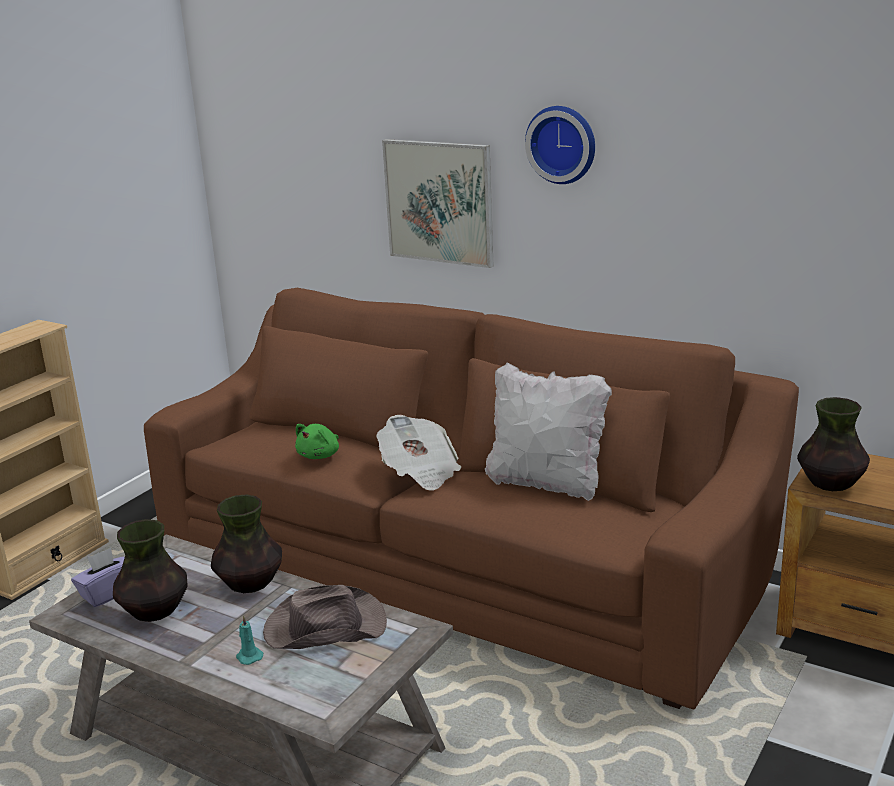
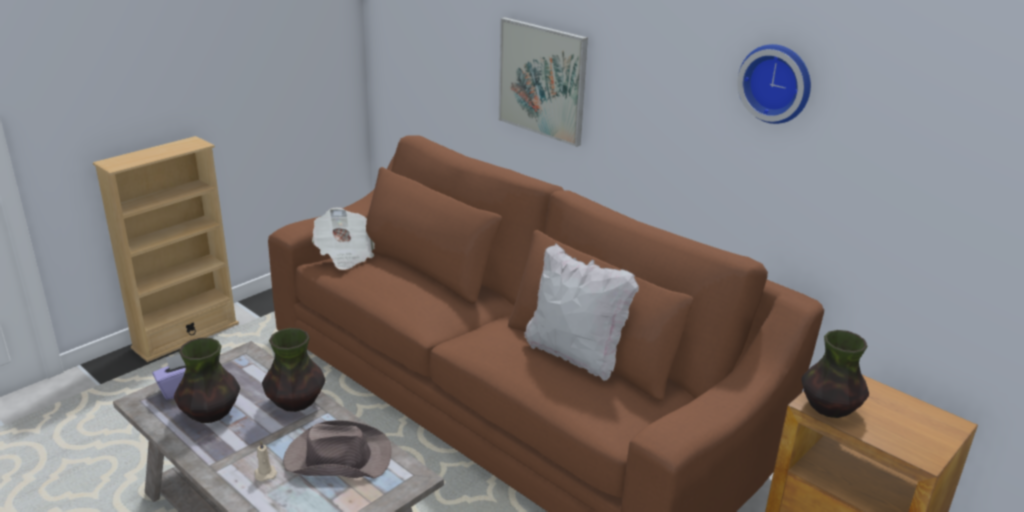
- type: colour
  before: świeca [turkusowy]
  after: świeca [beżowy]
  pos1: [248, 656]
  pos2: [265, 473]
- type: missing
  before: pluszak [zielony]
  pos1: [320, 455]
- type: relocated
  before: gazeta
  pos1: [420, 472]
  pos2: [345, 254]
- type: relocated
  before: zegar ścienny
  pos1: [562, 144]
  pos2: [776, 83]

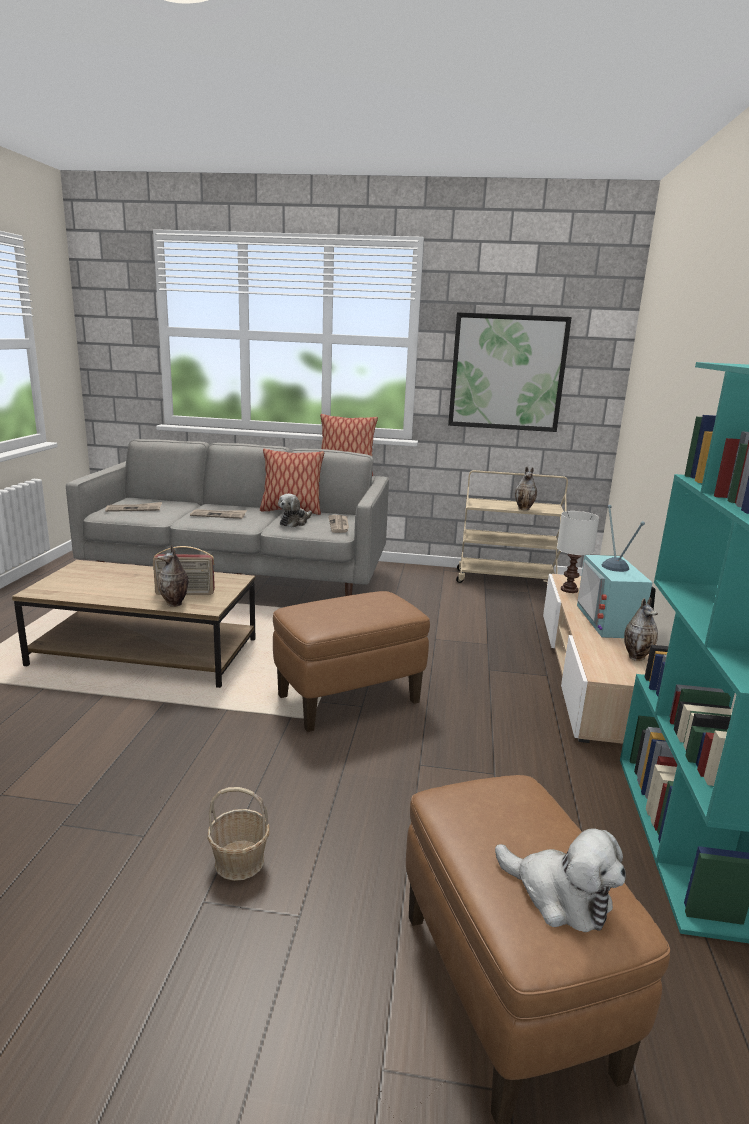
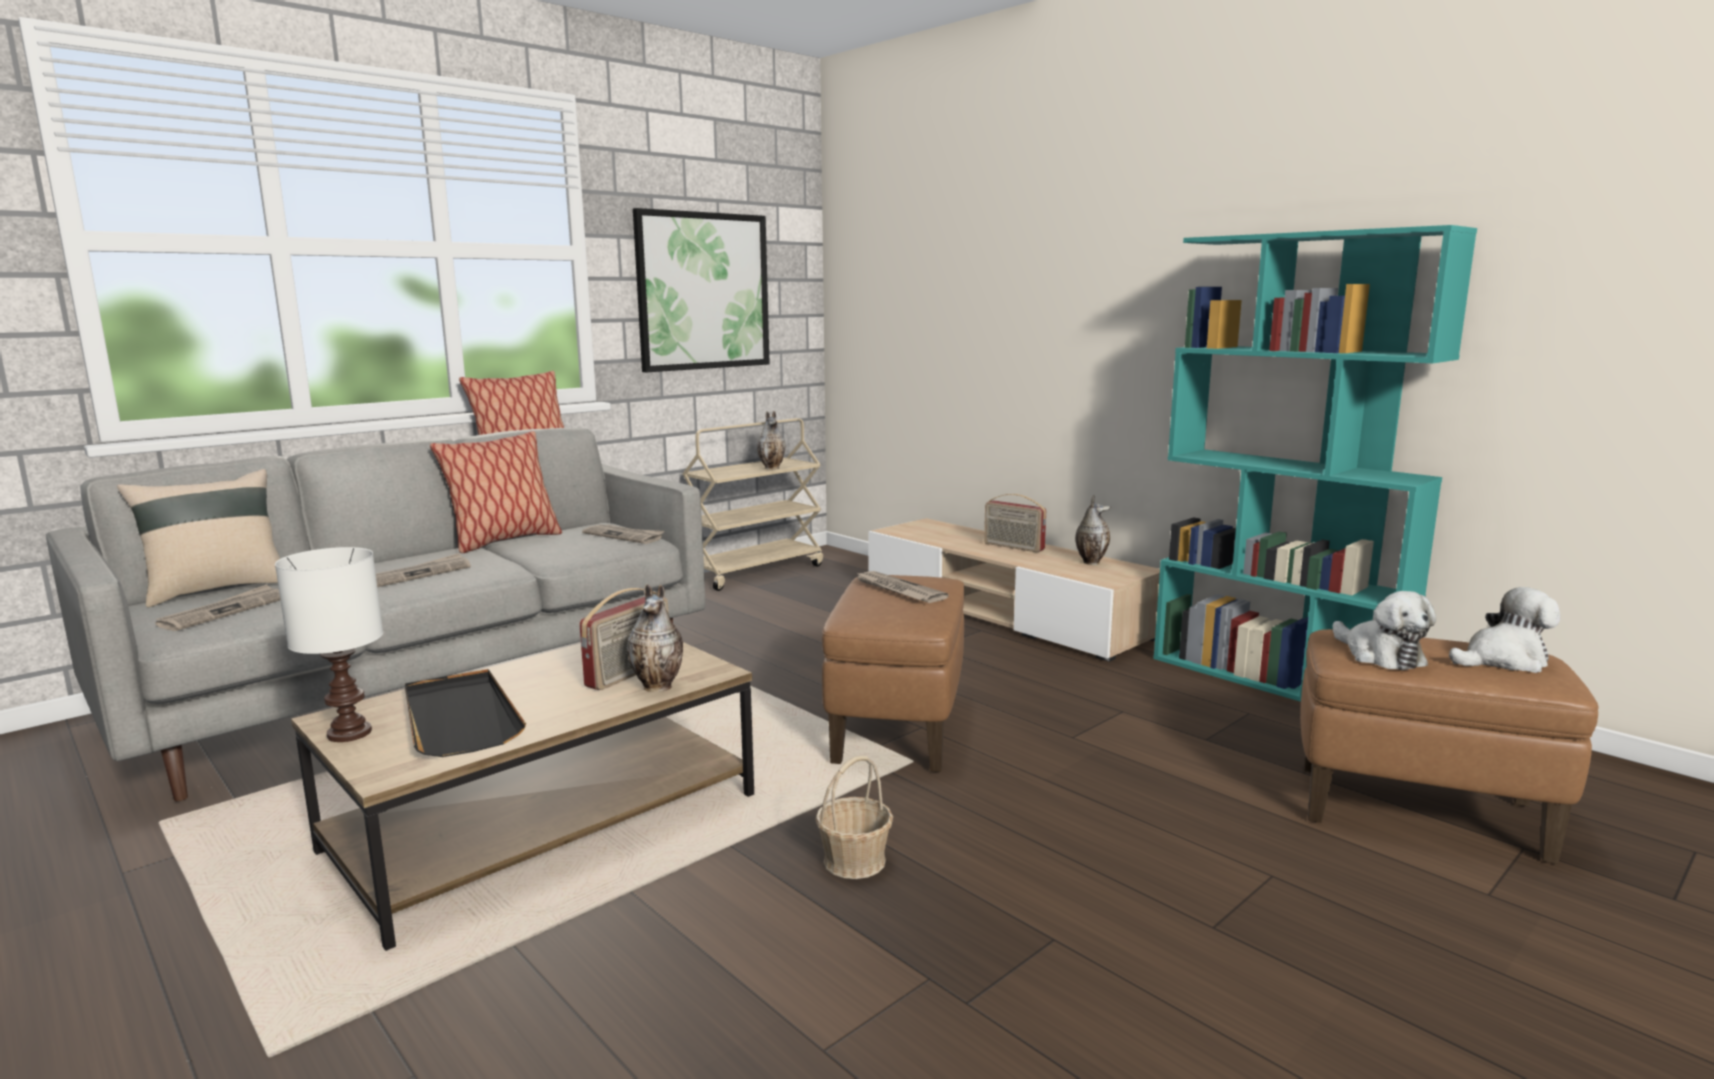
- type: relocated
  before: koszyk
  pos1: [240, 861]
  pos2: [855, 861]
- type: relocated
  before: pluszak
  pos1: [294, 522]
  pos2: [1380, 655]
- type: relocated
  before: lampa stołowa [biały]
  pos1: [569, 589]
  pos2: [348, 733]
- type: exchanged
  before: telewizor
  after: radio
  pos1: [612, 622]
  pos2: [1013, 547]
- type: appeared
  after: poduszka [beżowy]
  pos2: [216, 590]
- type: appeared
  after: taca [czarny]
  pos2: [460, 717]
- type: appeared
  after: gazeta
  pos2: [898, 590]

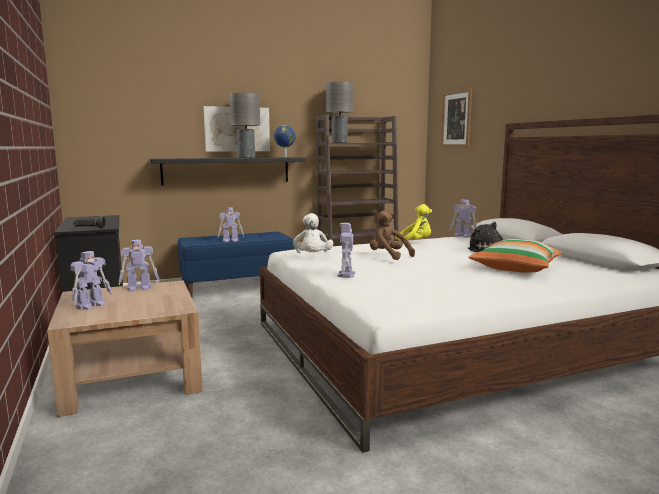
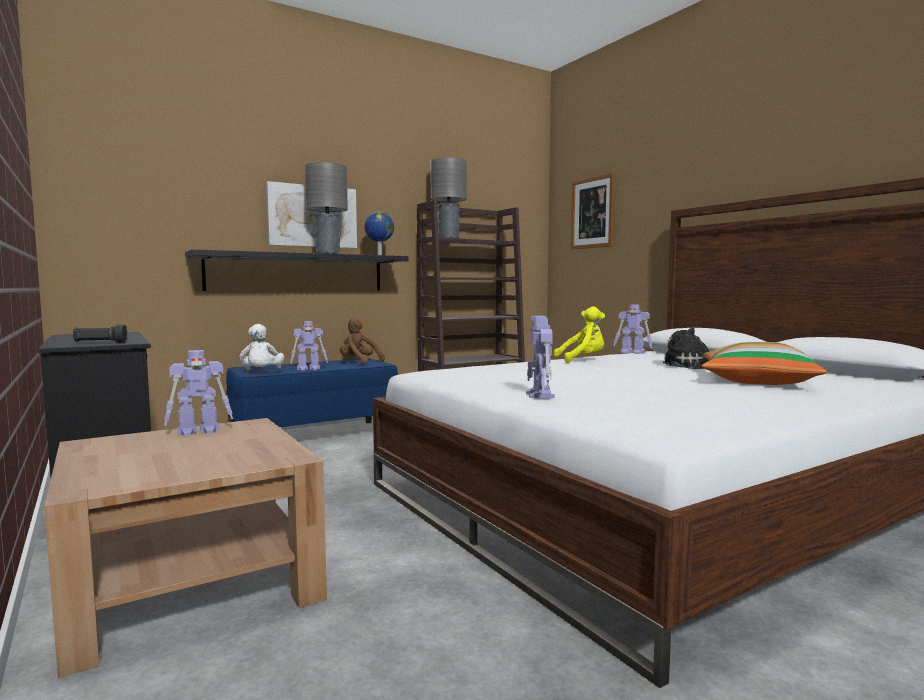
- type: missing
  before: robot zabawkowy
  pos1: [92, 305]
- type: relocated
  before: pluszak [biały]
  pos1: [312, 256]
  pos2: [262, 373]
- type: relocated
  before: pluszak [brązowy]
  pos1: [388, 256]
  pos2: [359, 362]

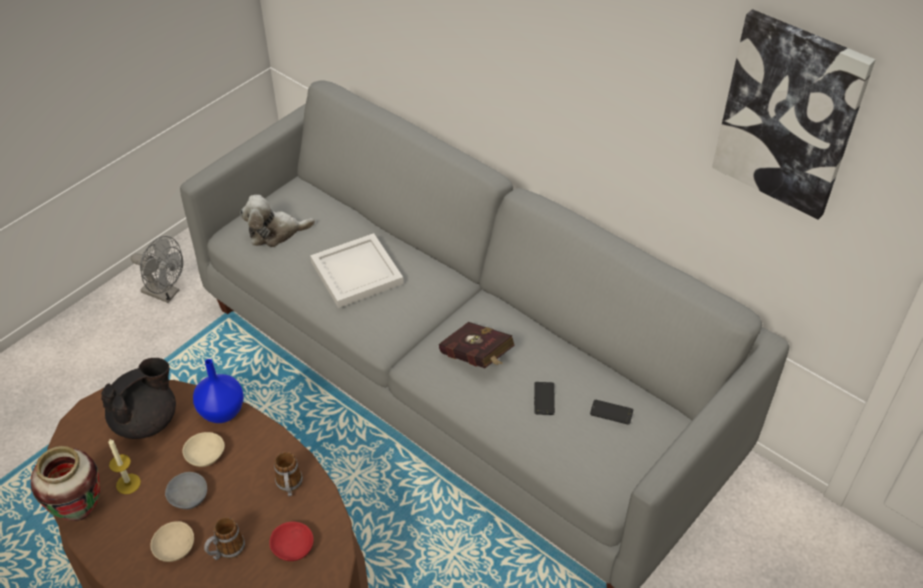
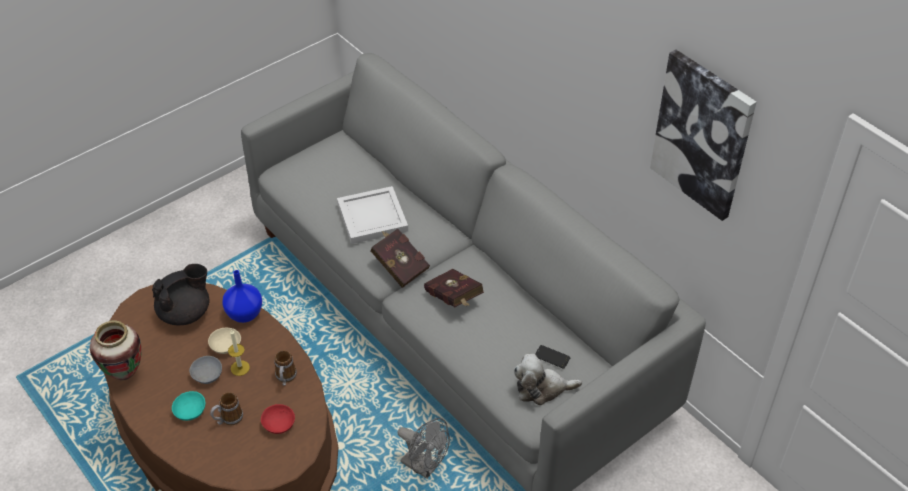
- type: relocated
  before: świeca
  pos1: [128, 484]
  pos2: [240, 368]
- type: relocated
  before: wentylator [szary]
  pos1: [165, 293]
  pos2: [424, 467]
- type: colour
  before: miska [beżowy]
  after: miska [turkusowy]
  pos1: [174, 547]
  pos2: [189, 410]
- type: relocated
  before: pluszak
  pos1: [275, 232]
  pos2: [542, 388]
- type: missing
  before: telefon
  pos1: [544, 398]
- type: appeared
  after: książka [czerwony]
  pos2: [399, 266]

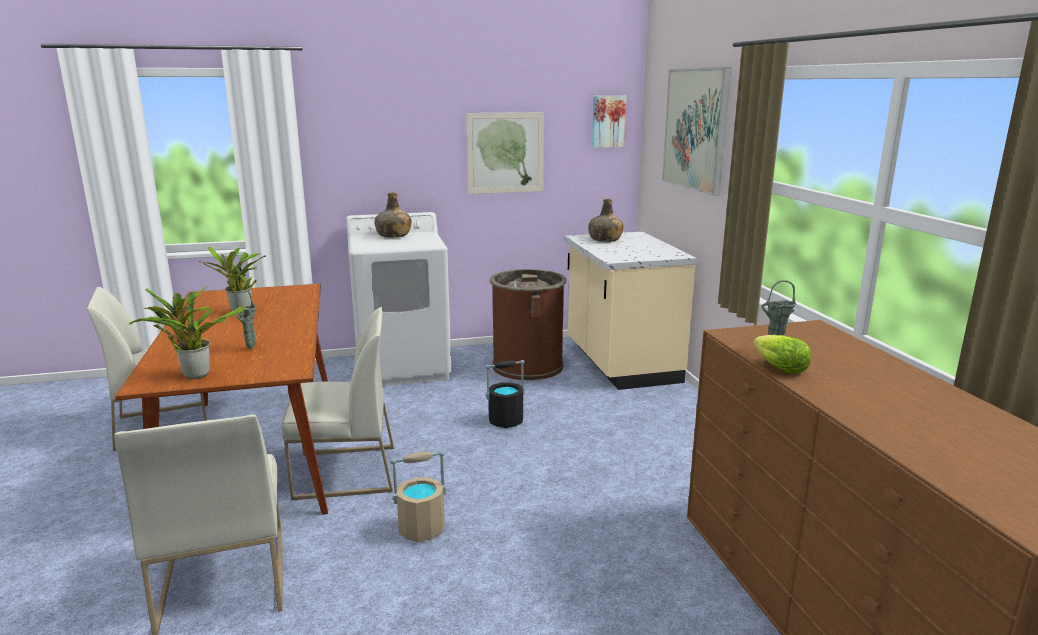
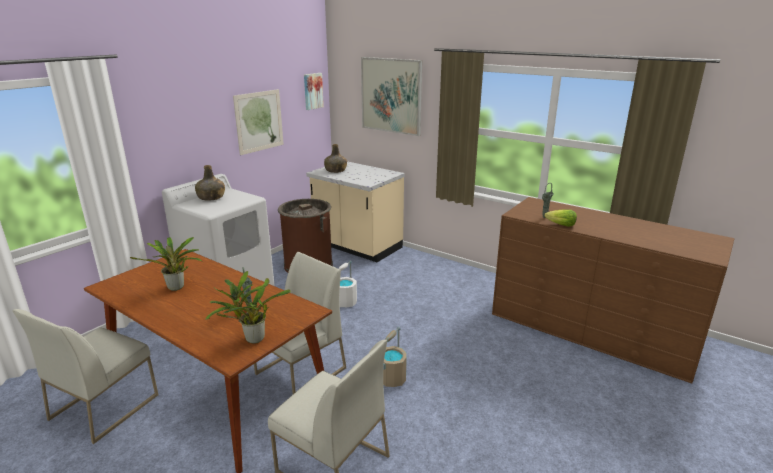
- type: colour
  before: wiadro [czarny]
  after: wiadro [biały]
  pos1: [506, 421]
  pos2: [345, 302]

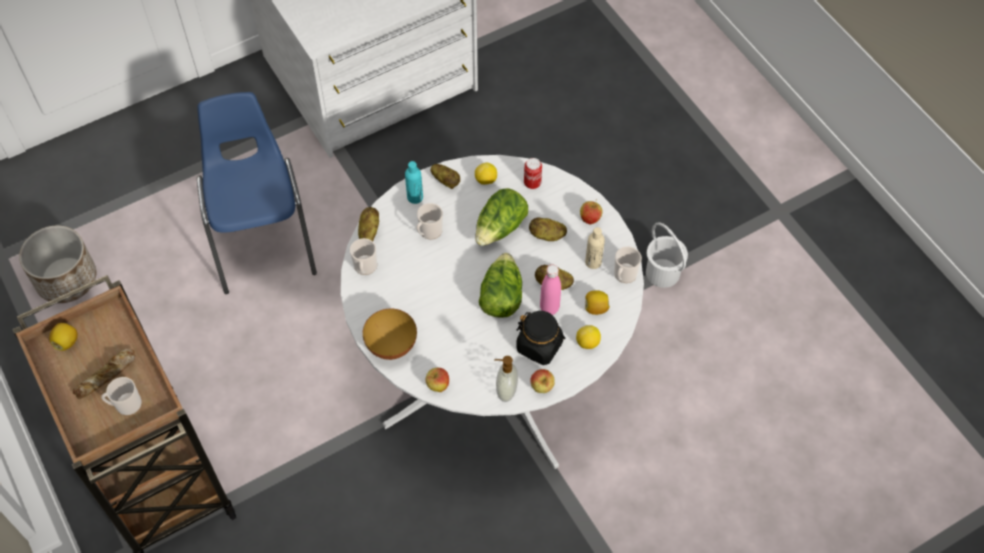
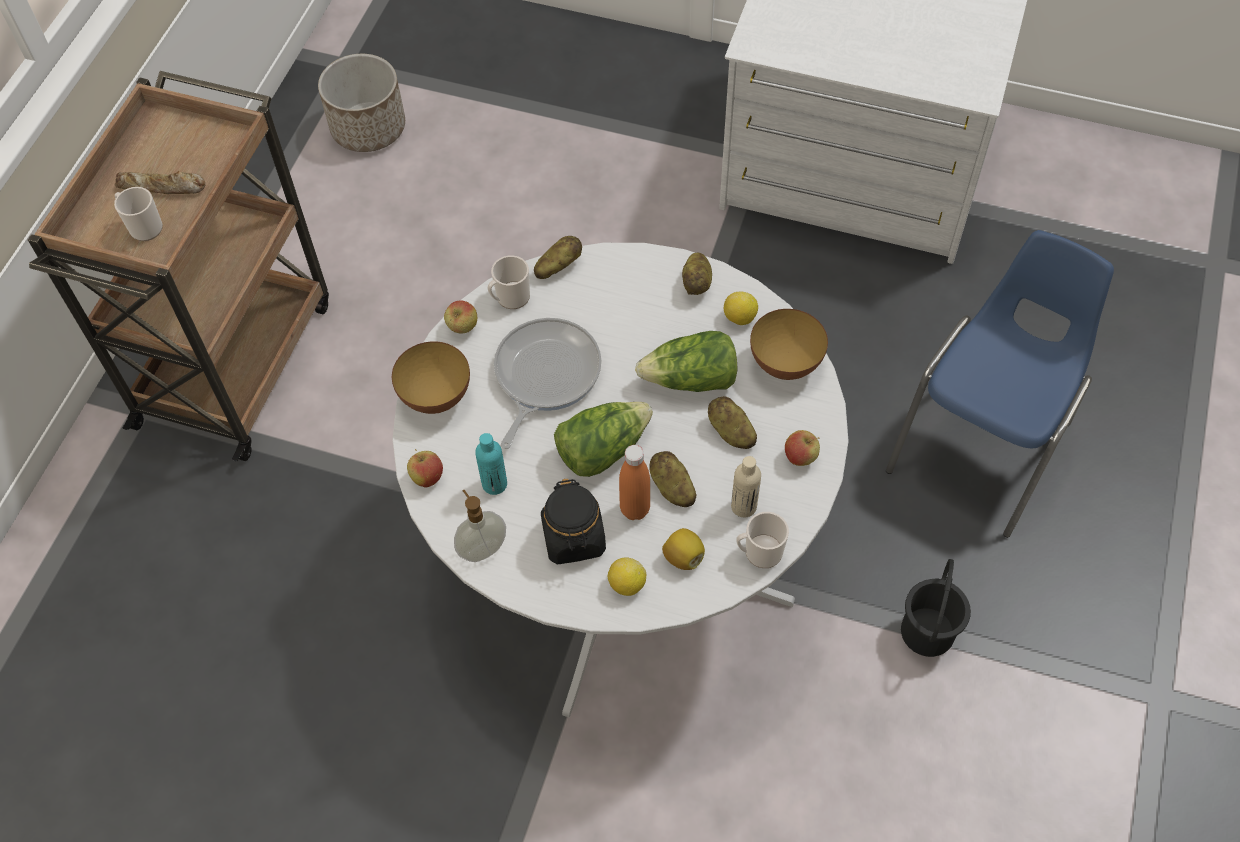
- type: missing
  before: cytryna
  pos1: [67, 342]
- type: relocated
  before: krzesło [niebieski]
  pos1: [263, 240]
  pos2: [982, 447]
- type: relocated
  before: butelka [turkusowy]
  pos1: [415, 197]
  pos2: [494, 484]
- type: missing
  before: kubek
  pos1: [429, 232]
- type: exchanged
  before: puszka
  after: miska
  pos1: [532, 183]
  pos2: [785, 364]
- type: relocated
  before: jabłko
  pos1: [542, 387]
  pos2: [463, 328]
- type: colour
  before: butelka [różowy]
  after: butelka [pomarańczowy]
  pos1: [549, 308]
  pos2: [635, 509]
- type: colour
  before: wiadro [biały]
  after: wiadro [czarny]
  pos1: [663, 272]
  pos2: [928, 631]
- type: appeared
  after: patelnia
  pos2: [544, 375]

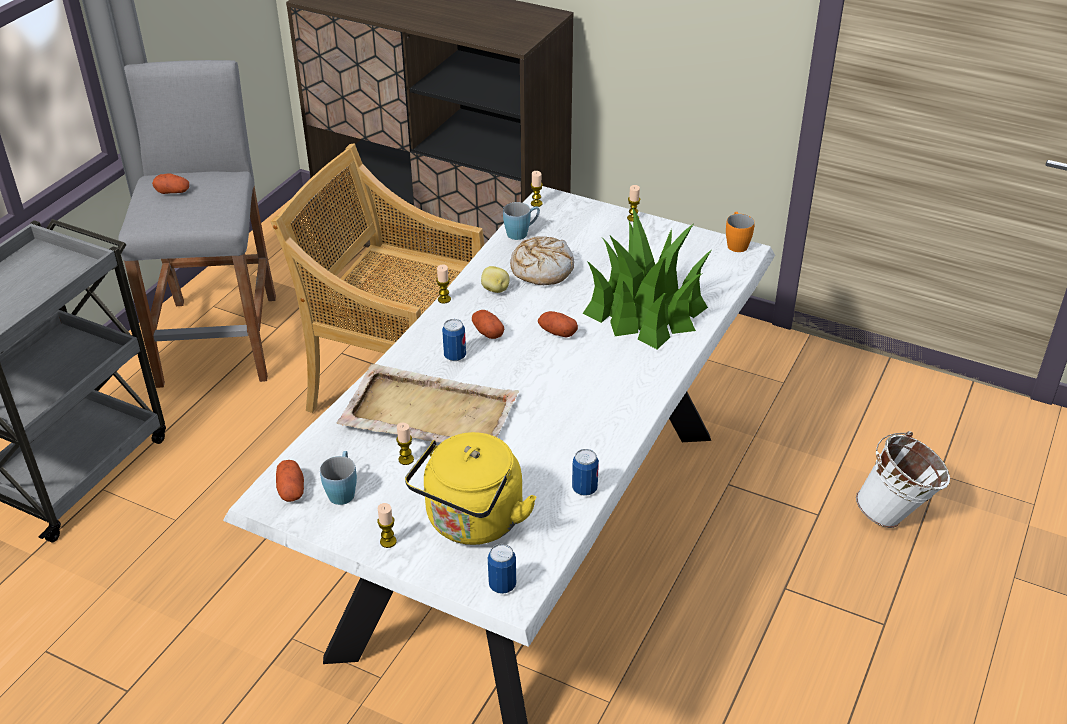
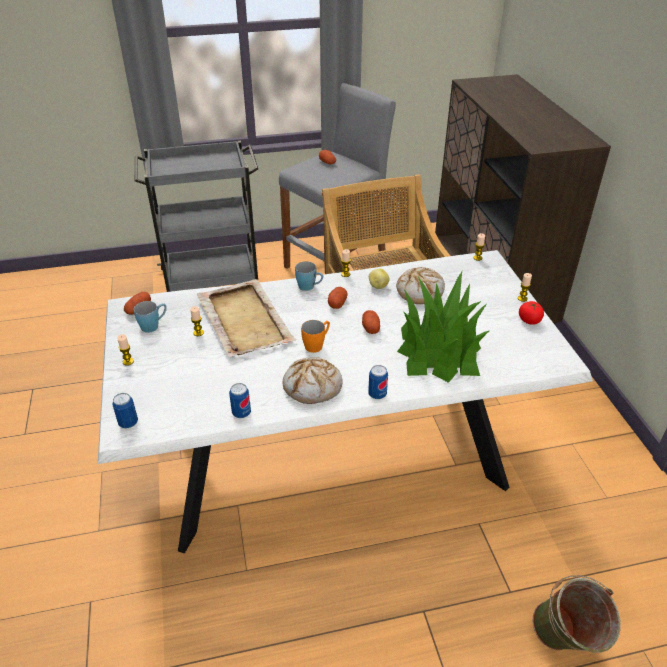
- type: missing
  before: czajnik [żółty]
  pos1: [472, 523]
- type: relocated
  before: puszka
  pos1: [455, 356]
  pos2: [377, 394]
- type: relocated
  before: kubek [niebieski]
  pos1: [522, 233]
  pos2: [310, 287]
- type: relocated
  before: kubek [pomarańczowy]
  pos1: [736, 243]
  pos2: [317, 344]
- type: colour
  before: wiadro [biały]
  after: wiadro [zielony]
  pos1: [896, 515]
  pos2: [566, 643]
- type: appeared
  after: chleb
  pos2: [313, 386]
- type: appeared
  after: pomidor
  pos2: [529, 320]

